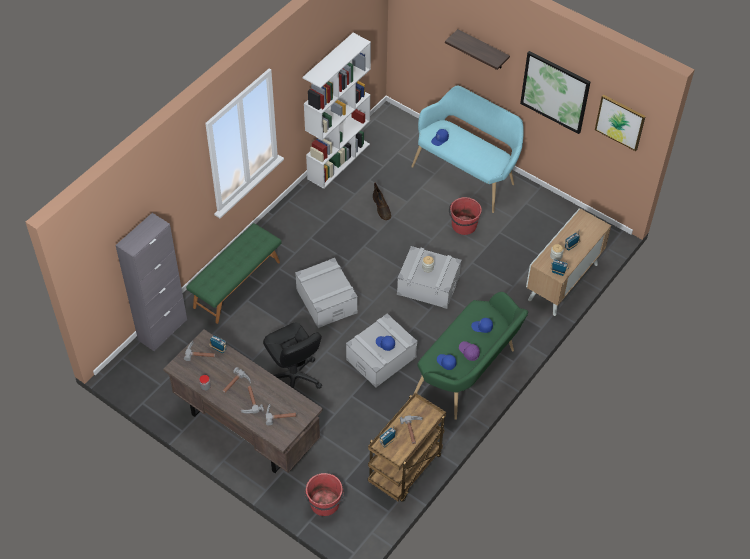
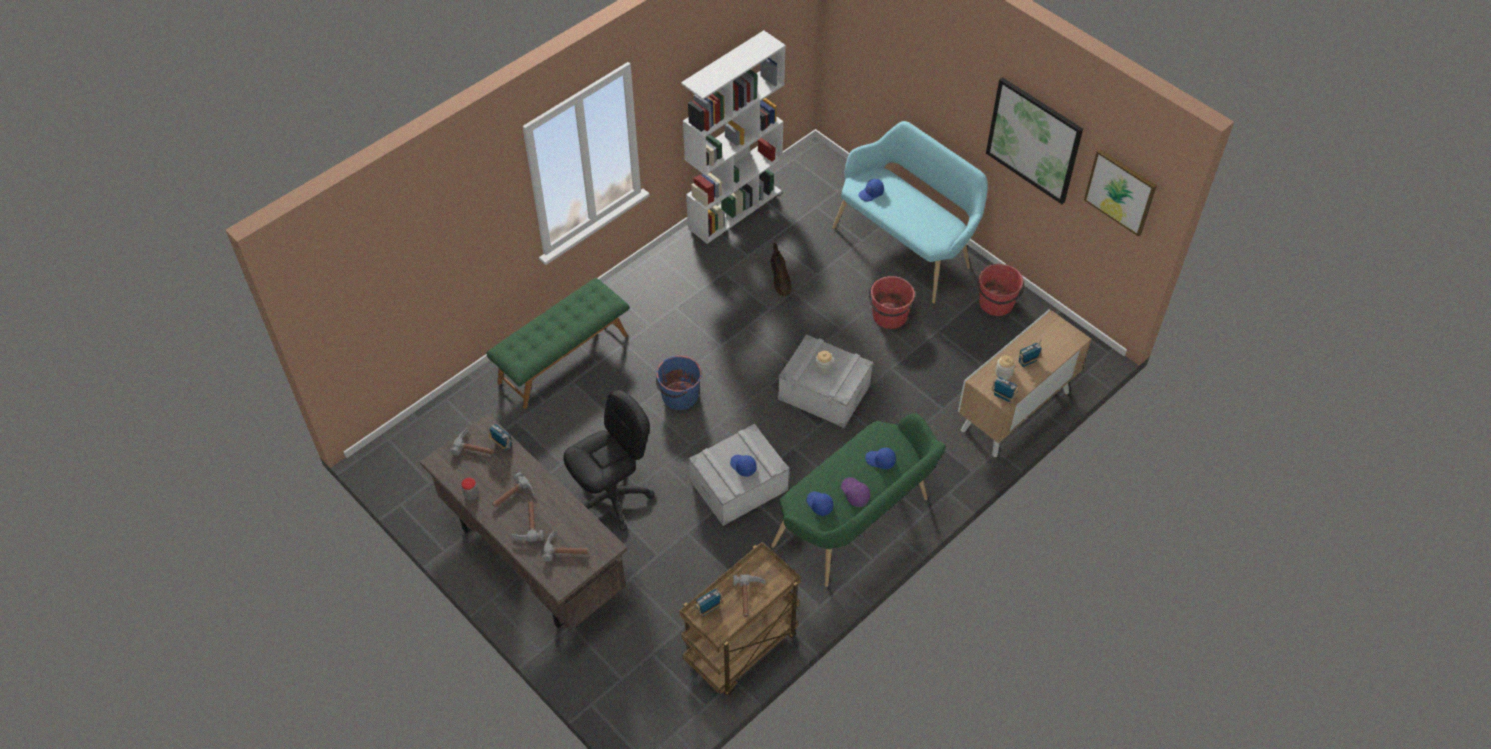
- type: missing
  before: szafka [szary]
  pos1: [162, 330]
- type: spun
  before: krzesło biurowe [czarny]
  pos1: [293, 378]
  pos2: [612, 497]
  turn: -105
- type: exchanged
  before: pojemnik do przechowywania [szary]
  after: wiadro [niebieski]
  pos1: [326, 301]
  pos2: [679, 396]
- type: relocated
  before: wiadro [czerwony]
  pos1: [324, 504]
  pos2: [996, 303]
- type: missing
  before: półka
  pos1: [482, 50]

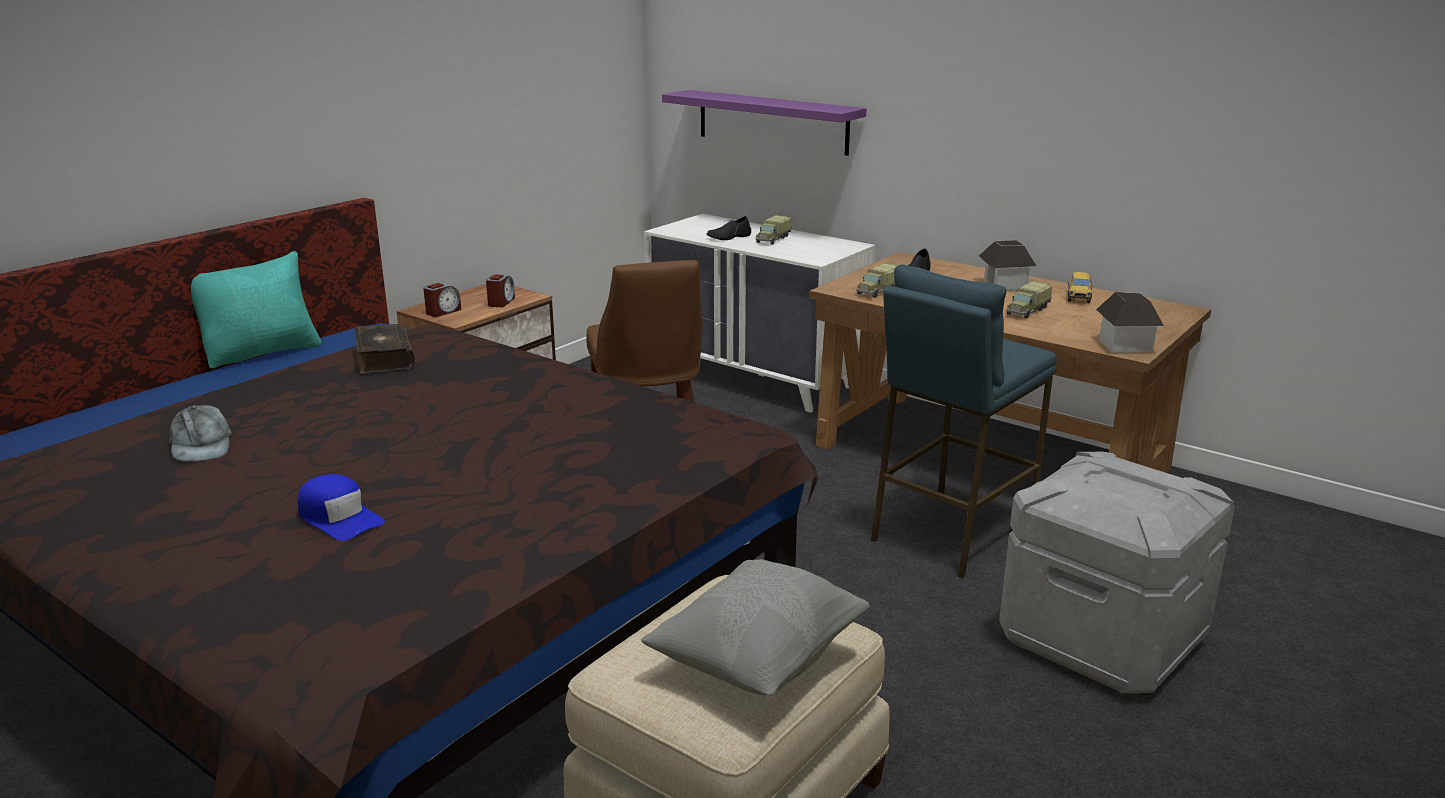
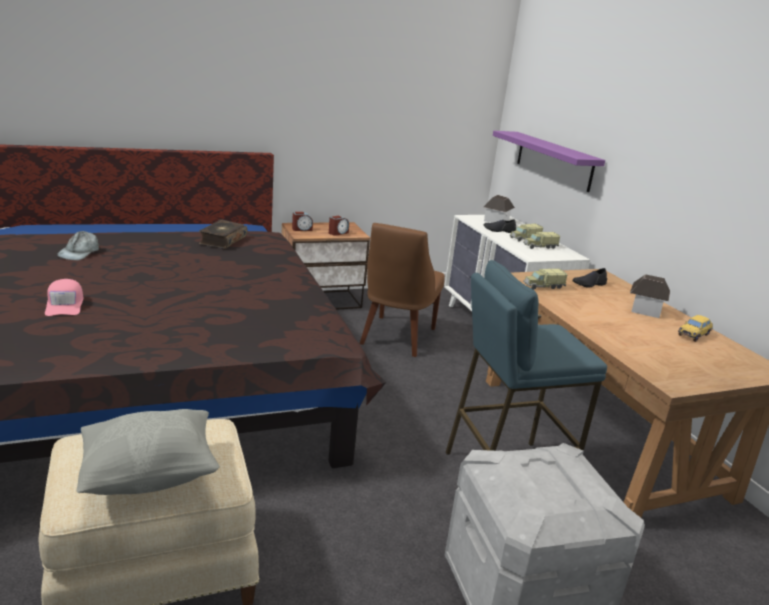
- type: missing
  before: poduszka [turkusowy]
  pos1: [262, 353]
- type: colour
  before: czapka z daszkiem [niebieski]
  after: czapka z daszkiem [różowy]
  pos1: [339, 518]
  pos2: [65, 305]
- type: relocated
  before: ciężarówka zabawkowa
  pos1: [1027, 311]
  pos2: [539, 246]
- type: relocated
  before: domek
  pos1: [1125, 345]
  pos2: [496, 221]

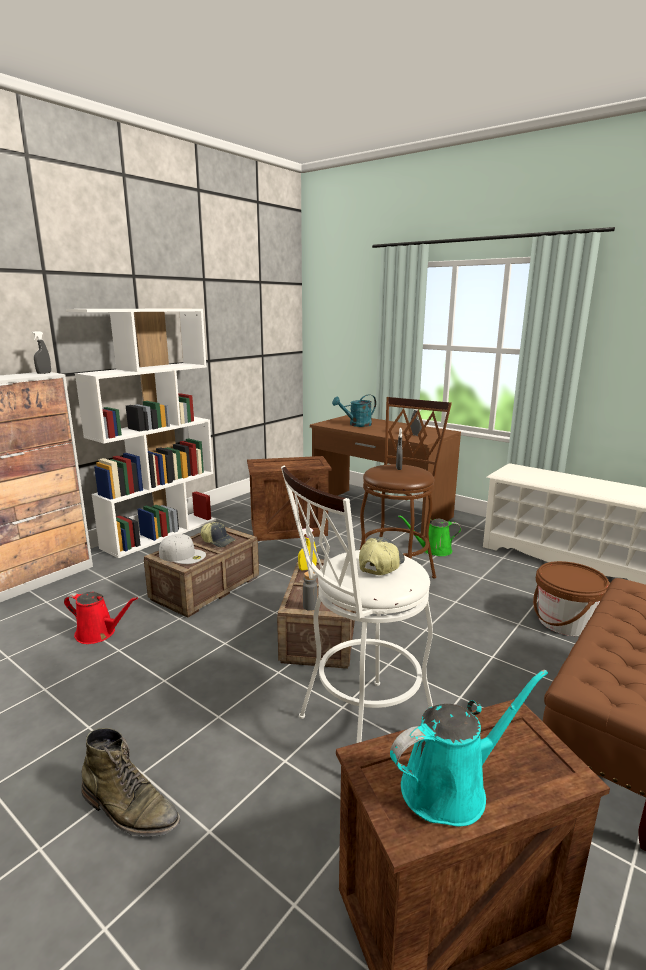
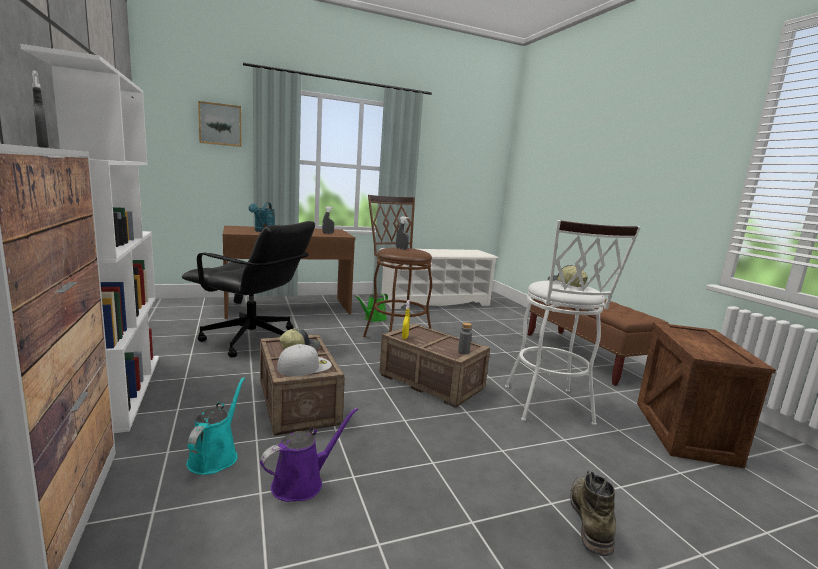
- type: colour
  before: konewka [czerwony]
  after: konewka [fioletowy]
  pos1: [99, 633]
  pos2: [302, 482]
- type: spun
  before: but z cholewką [zielony]
  pos1: [129, 809]
  pos2: [590, 518]
  turn: -45
- type: exchanged
  before: skrzynka
  after: krzesło biurowe [czarny]
  pos1: [288, 530]
  pos2: [252, 340]
- type: relocated
  before: konewka [turkusowy]
  pos1: [451, 786]
  pos2: [215, 456]
- type: missing
  before: wiadro [brązowy]
  pos1: [565, 622]
- type: appeared
  after: obraz
  pos2: [220, 124]

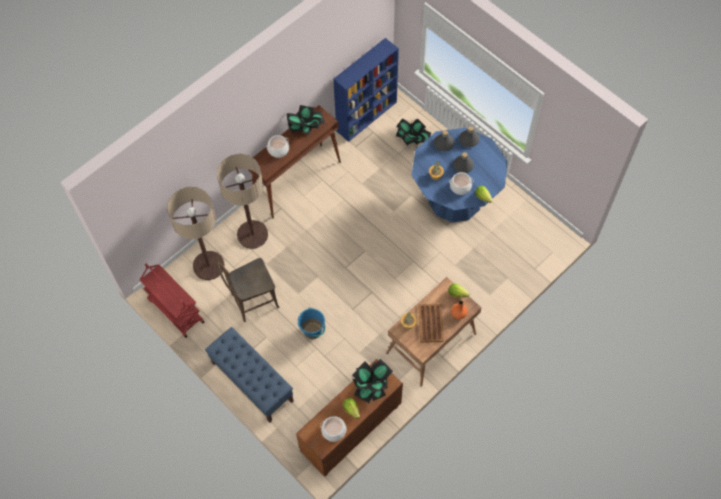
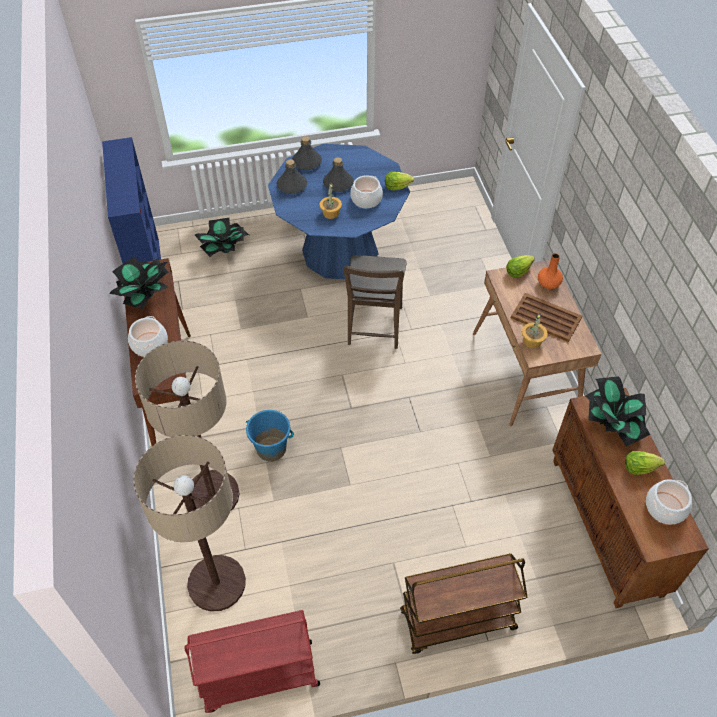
- type: exchanged
  before: ławka [niebieski]
  after: wózek [brązowy]
  pos1: [252, 382]
  pos2: [457, 621]
- type: relocated
  before: krzesło [brązowy]
  pos1: [252, 302]
  pos2: [374, 329]
- type: relocated
  before: wiadro [niebieski]
  pos1: [312, 330]
  pos2: [271, 448]

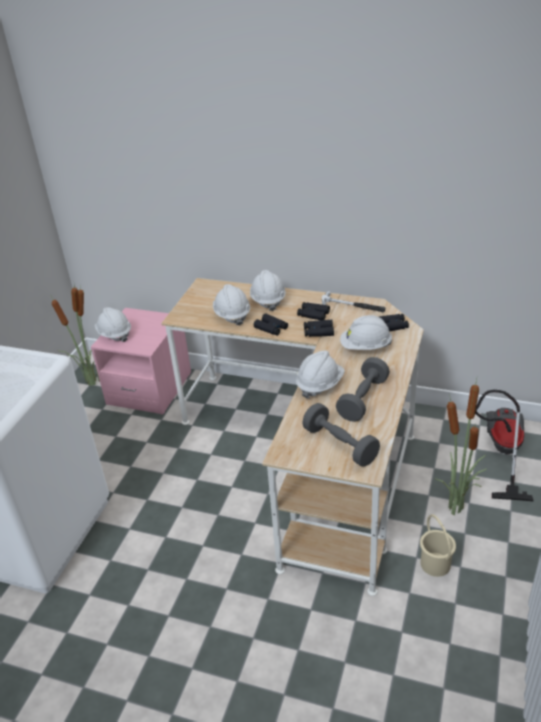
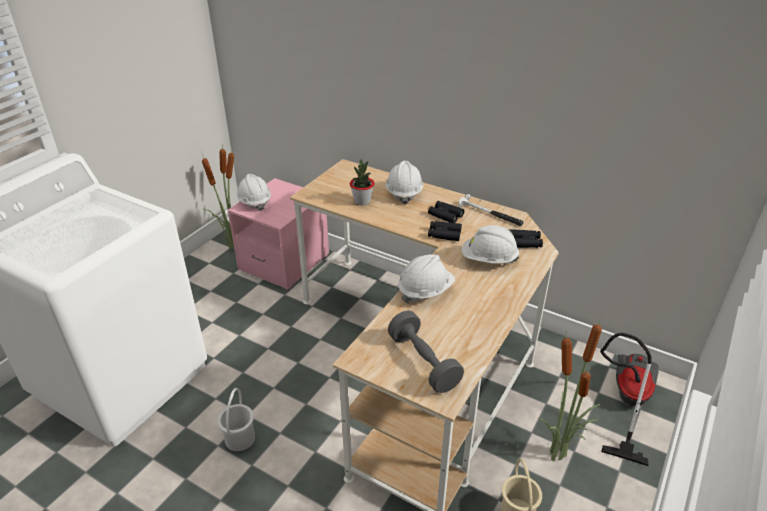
- type: exchanged
  before: kask [biały]
  after: roślina doniczkowa
  pos1: [232, 315]
  pos2: [362, 201]
- type: missing
  before: lornetka [czarny]
  pos1: [271, 328]
- type: missing
  before: hantel [szary]
  pos1: [363, 399]
- type: appeared
  after: wiadro [biały]
  pos2: [240, 438]

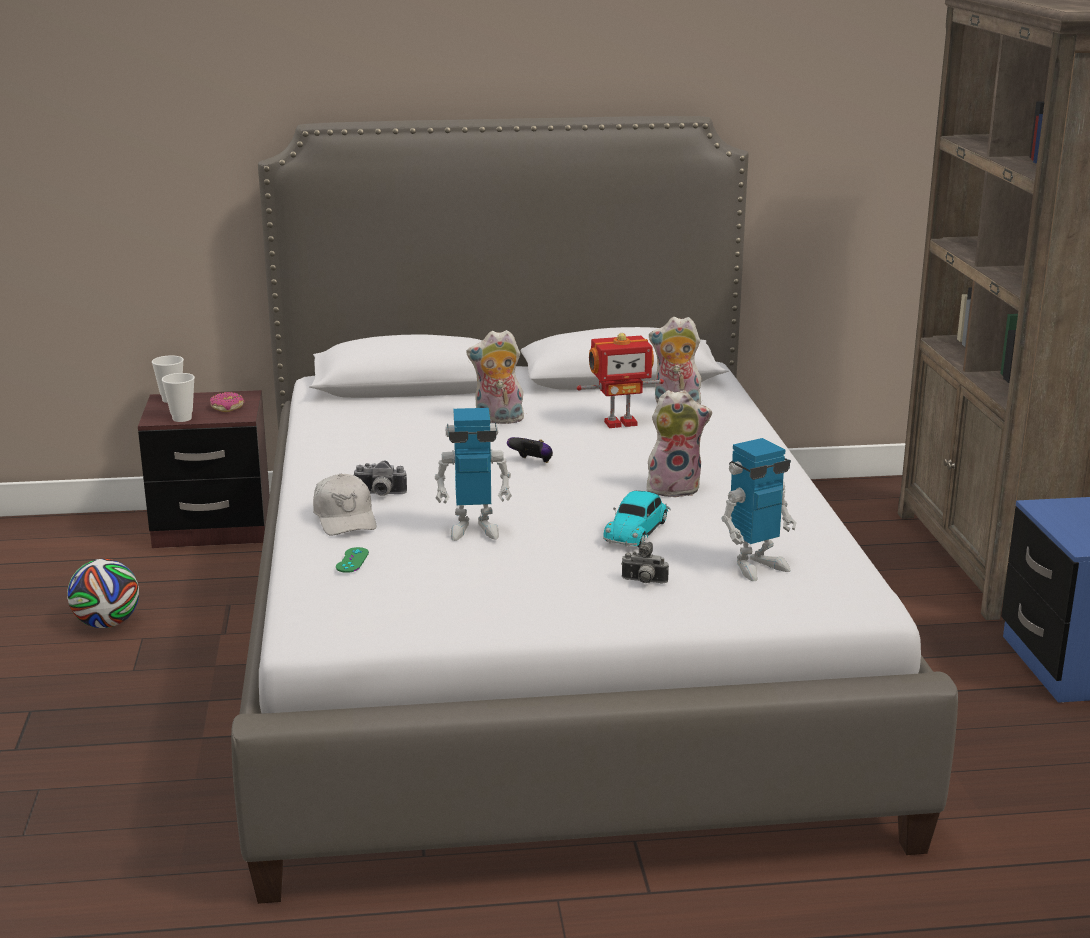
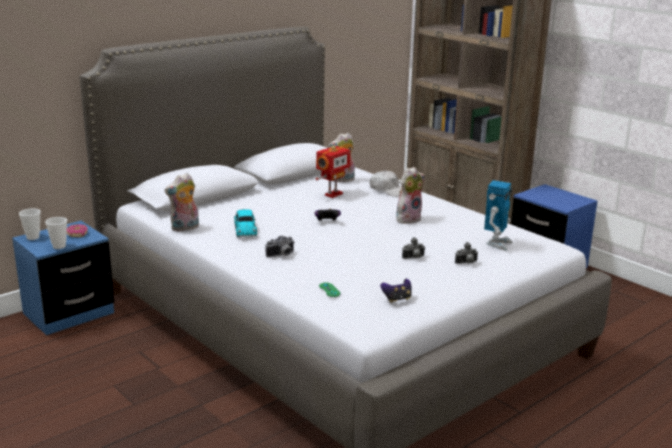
- type: missing
  before: piłka futbolowa
  pos1: [107, 624]
- type: colour
  before: szafka nocna [brązowy]
  after: szafka nocna [niebieski]
  pos1: [212, 528]
  pos2: [69, 313]
- type: relocated
  before: czapka z daszkiem [biały]
  pos1: [345, 518]
  pos2: [388, 190]
- type: missing
  before: robot zabawkowy
  pos1: [474, 529]
- type: relocated
  before: pluszak
  pos1: [498, 420]
  pos2: [185, 228]
- type: relocated
  before: samochodzik
  pos1: [637, 530]
  pos2: [245, 229]
- type: appeared
  after: pad do gier
  pos2: [397, 299]
- type: appeared
  after: aparat fotograficzny
  pos2: [414, 258]

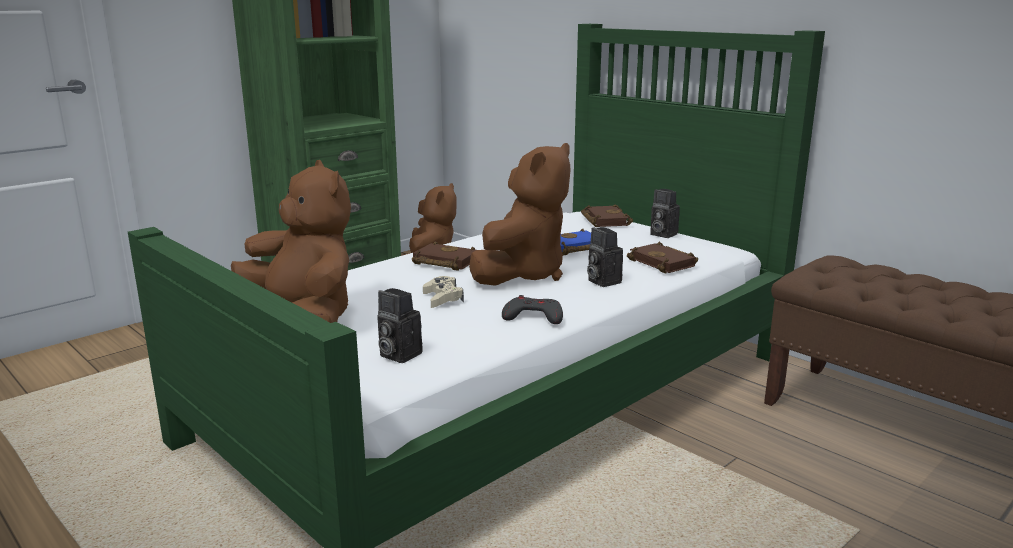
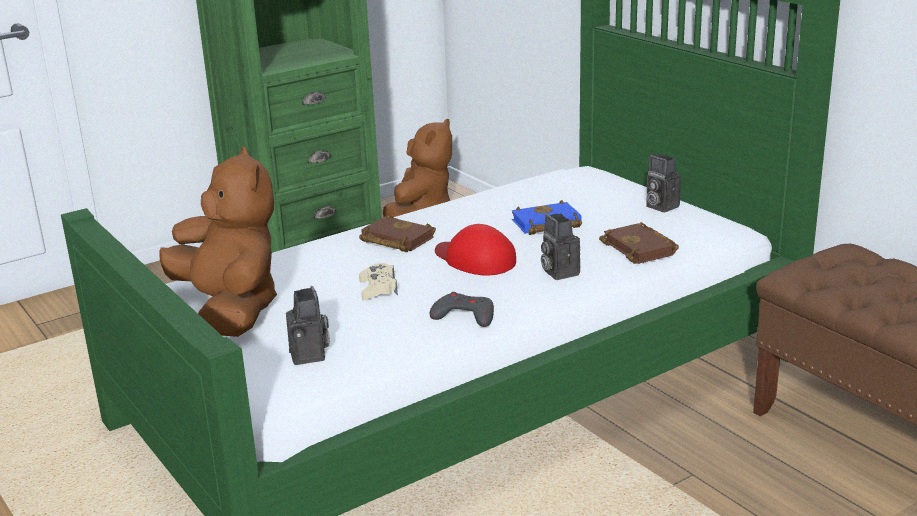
- type: spun
  before: aparat fotograficzny
  pos1: [397, 354]
  pos2: [310, 356]
  turn: -150
- type: exchanged
  before: pluszak [brązowy]
  after: czapka z daszkiem [czerwony]
  pos1: [522, 274]
  pos2: [475, 259]
- type: missing
  before: książka [brązowy]
  pos1: [603, 220]

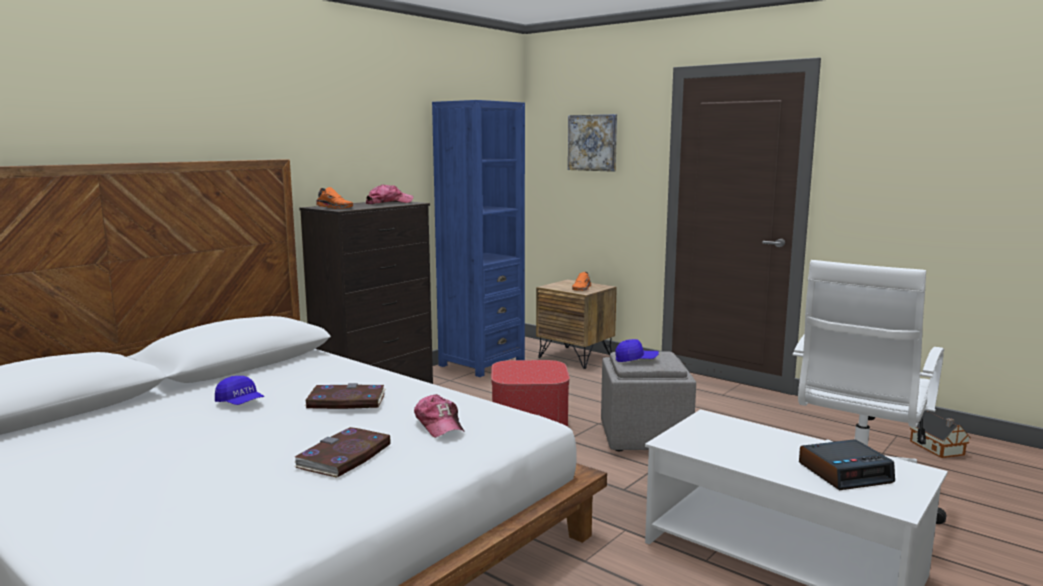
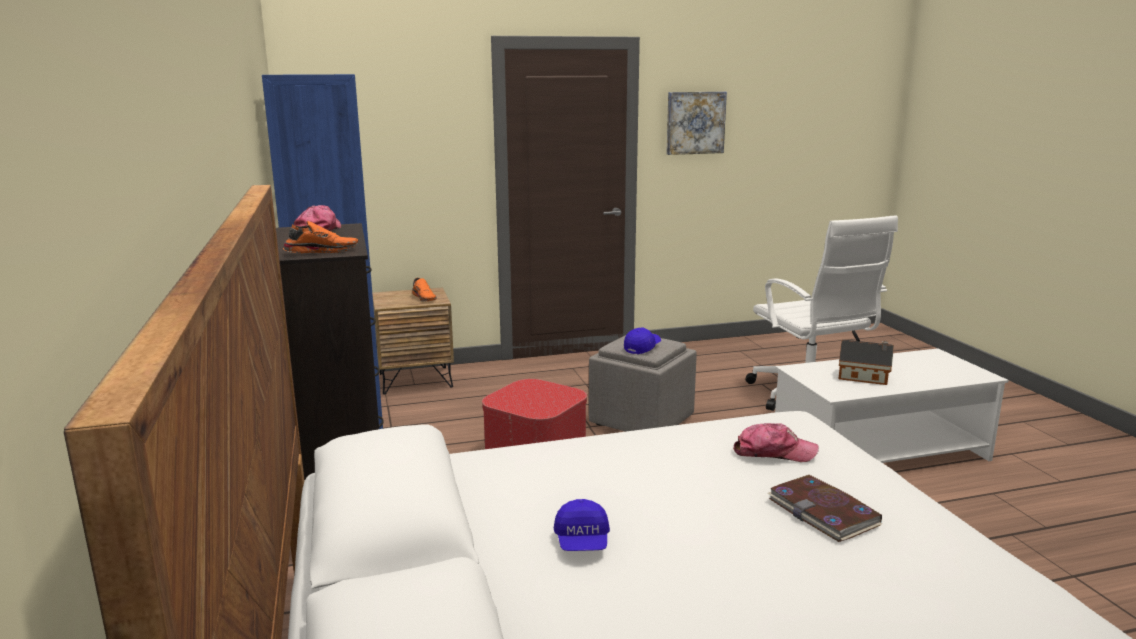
- type: spun
  before: czapka z daszkiem [niebieski]
  pos1: [240, 403]
  pos2: [582, 542]
  turn: 105
- type: missing
  before: książka
  pos1: [346, 401]
- type: relocated
  before: obraz
  pos1: [593, 142]
  pos2: [695, 122]
- type: missing
  before: budzik
  pos1: [845, 472]
- type: relocated
  before: domek
  pos1: [938, 449]
  pos2: [865, 377]

